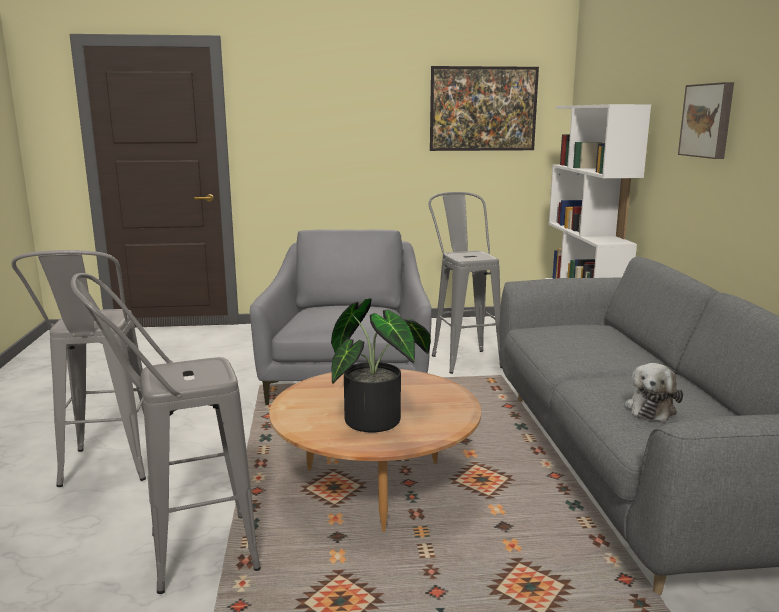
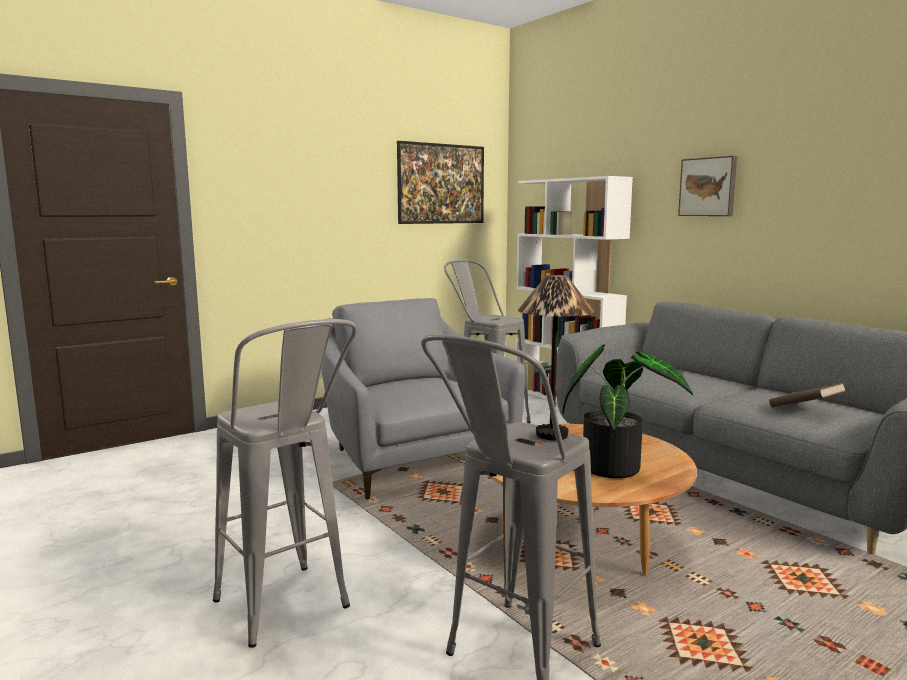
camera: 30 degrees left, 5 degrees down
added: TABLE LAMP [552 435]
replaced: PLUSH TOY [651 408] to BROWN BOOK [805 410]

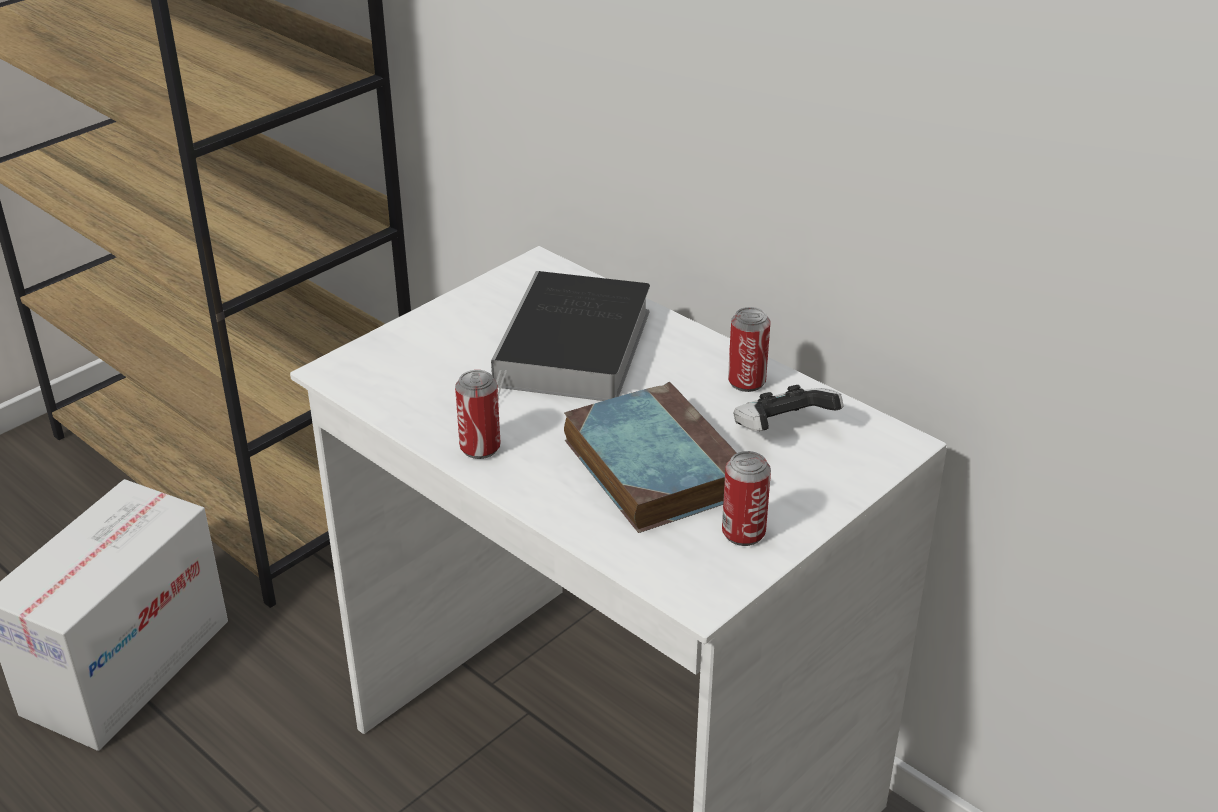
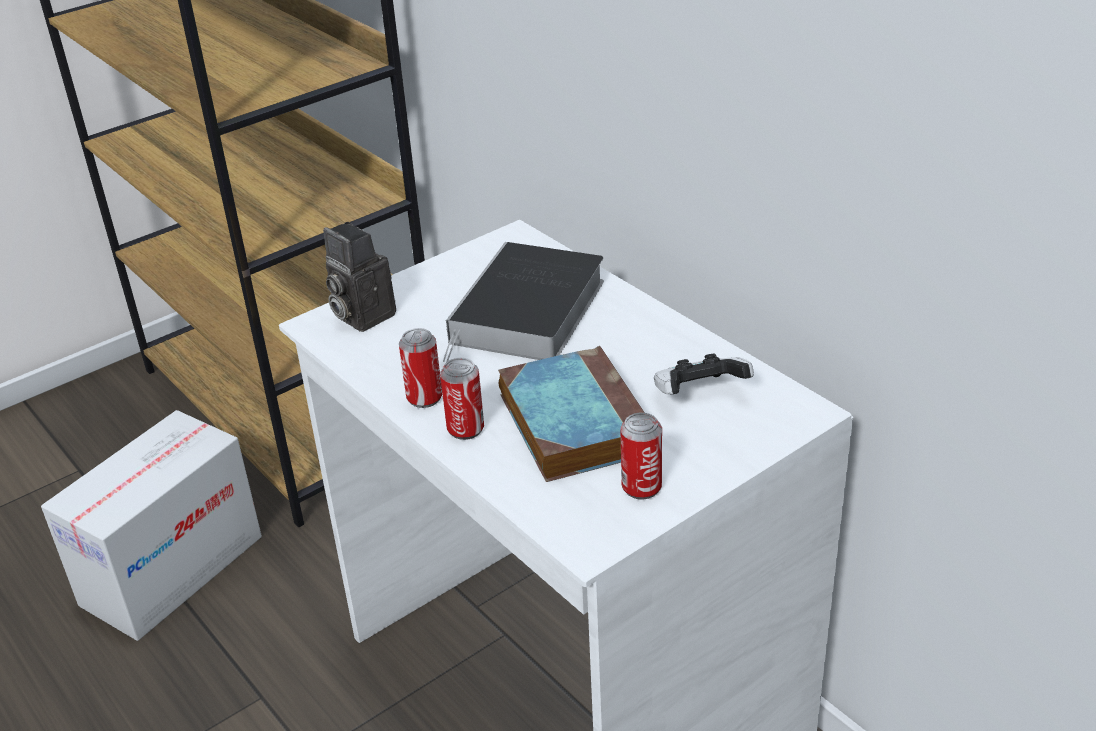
camera: 10 degrees right, 0 degrees up
added: PHOTO CAMERA [360 315]
moved: CAN [746 382] to [465 429]

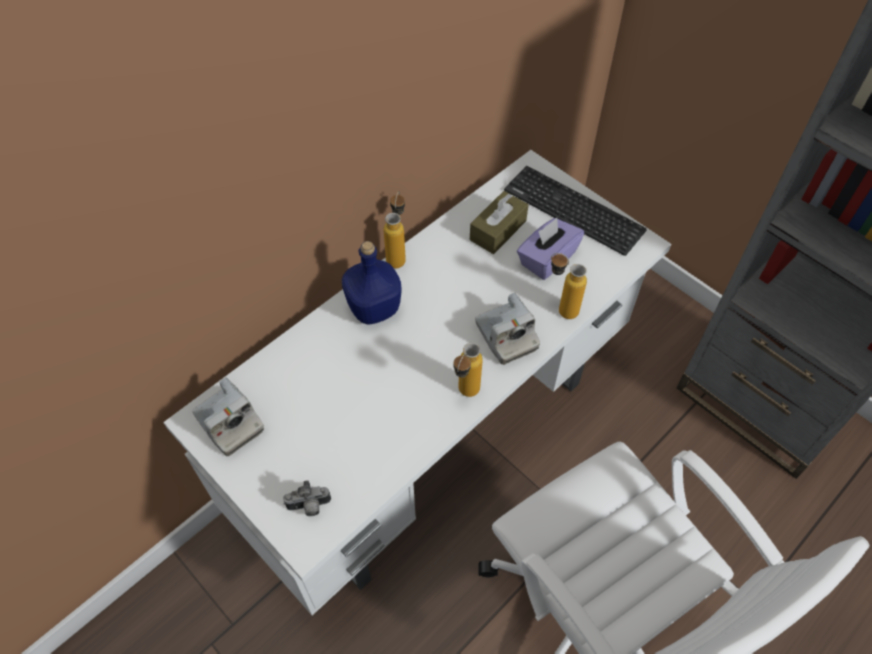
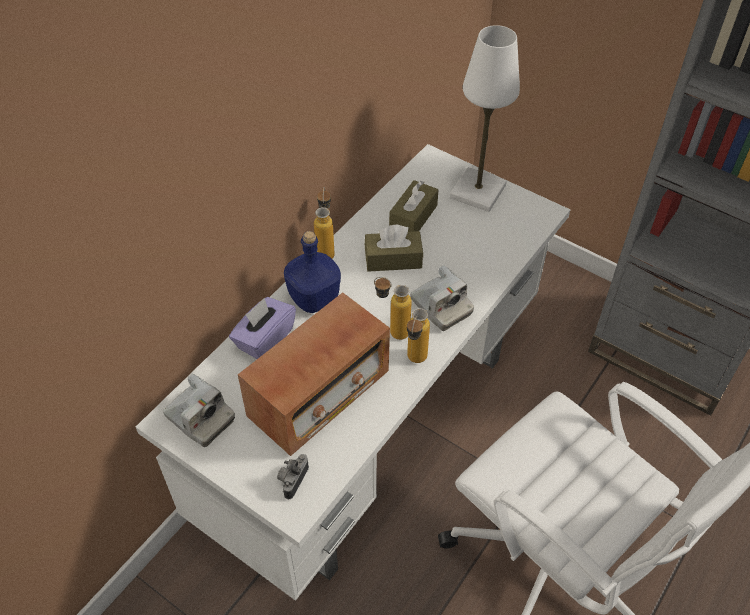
camera: 10 degrees left, 5 degrees down
added: RADIO [319 395]; BROWN TISSUE BOX [393 259]
moved: PURPLE TISSUE BOX [547 259] to [264 339]; BOTTLE [560 309] to [391 331]
replaced: KEYBOARD [573 210] to WHITE TABLE LAMP [477 191]
turned: PHOTO CAMERA [309 507] = [292 480] 135 degrees clockwise

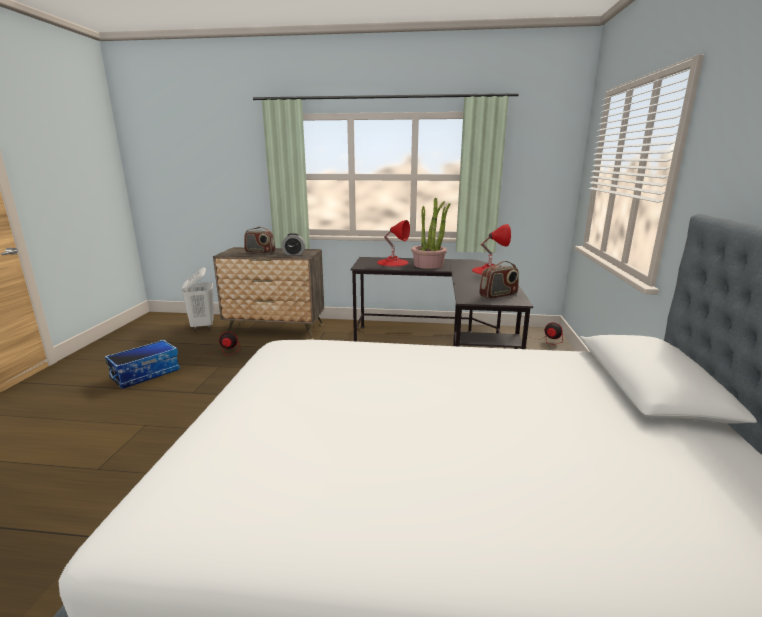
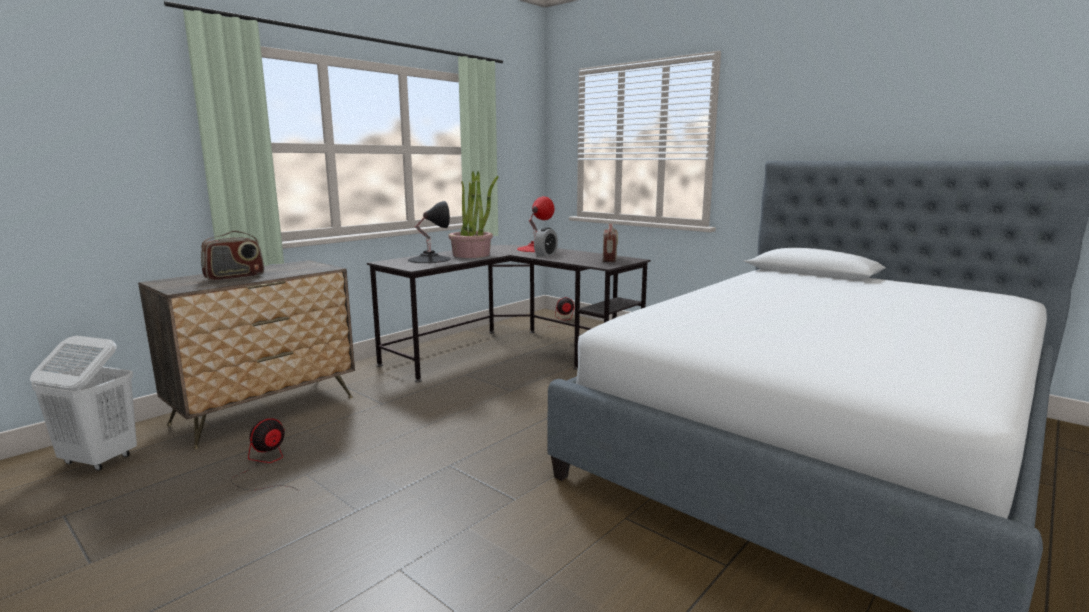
camera: 55 degrees left, 5 degrees down
removed: STORAGE BOX [146 374]
moved: ALARM CLOCK [294 254] to [546 254]
recoloured: RED TABLE LAMP [392 262] to BLACK TABLE LAMP [429 259]

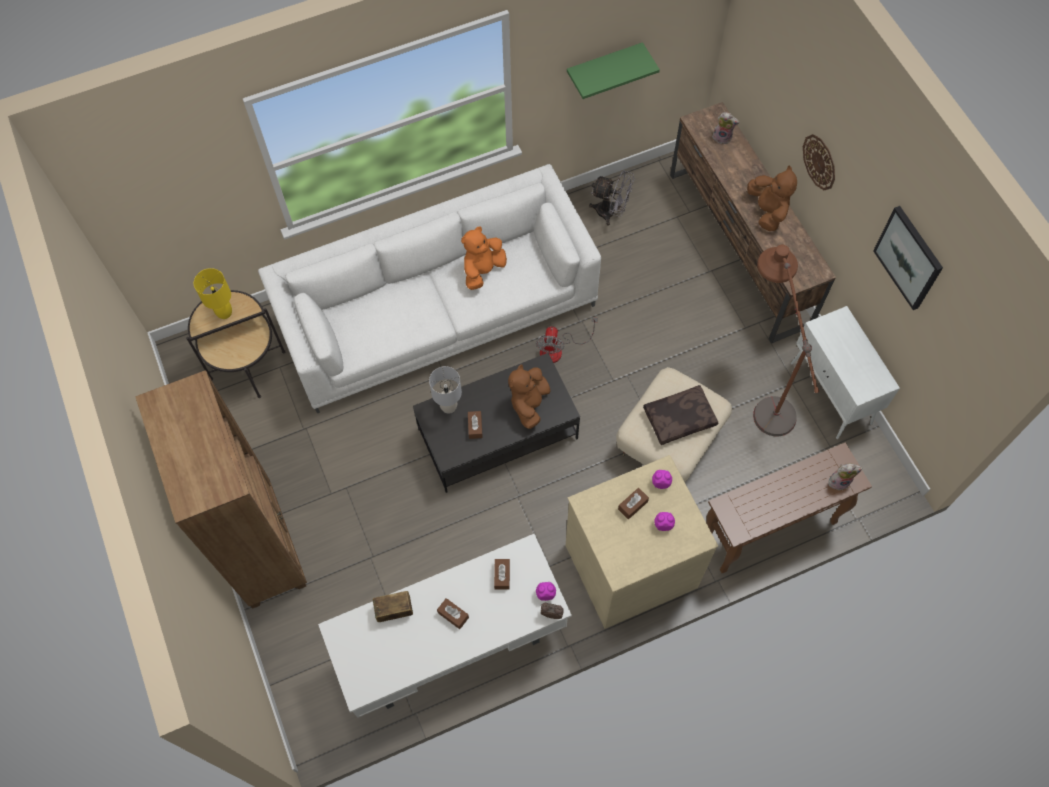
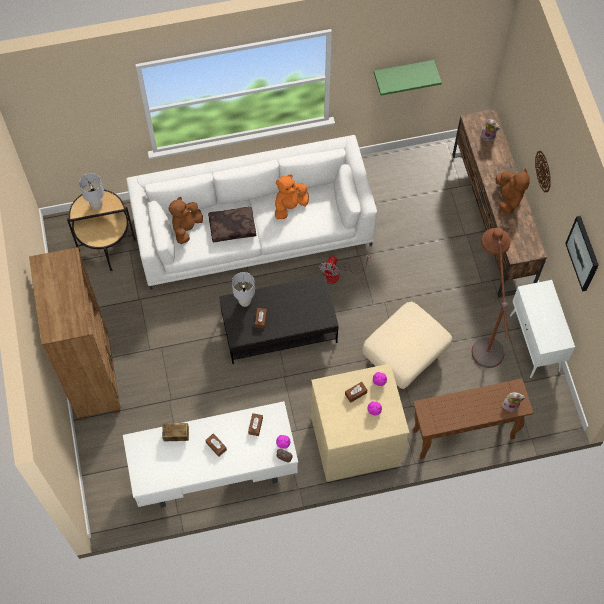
camera: 10 degrees right, 0 degrees up
removed: GREY FAN [610 212]
moved: BROWN PLUSH TOY [529 403] to [186 227]; BROWN PILLOW [679 417] to [232 226]
recoloured: YELLOW TABLE LAMP [224 313] to GREY TABLE LAMP [96 205]

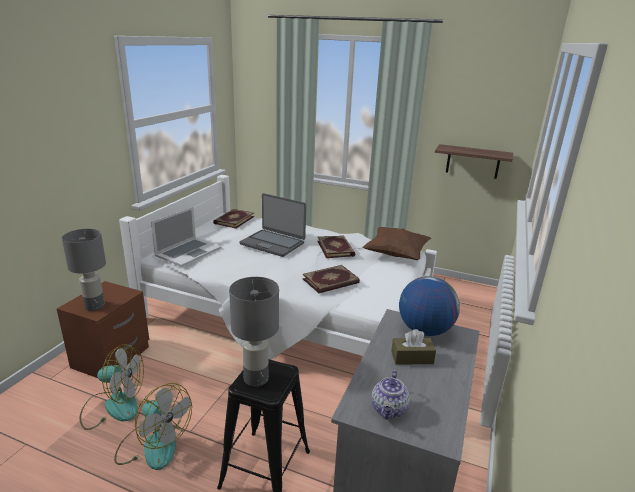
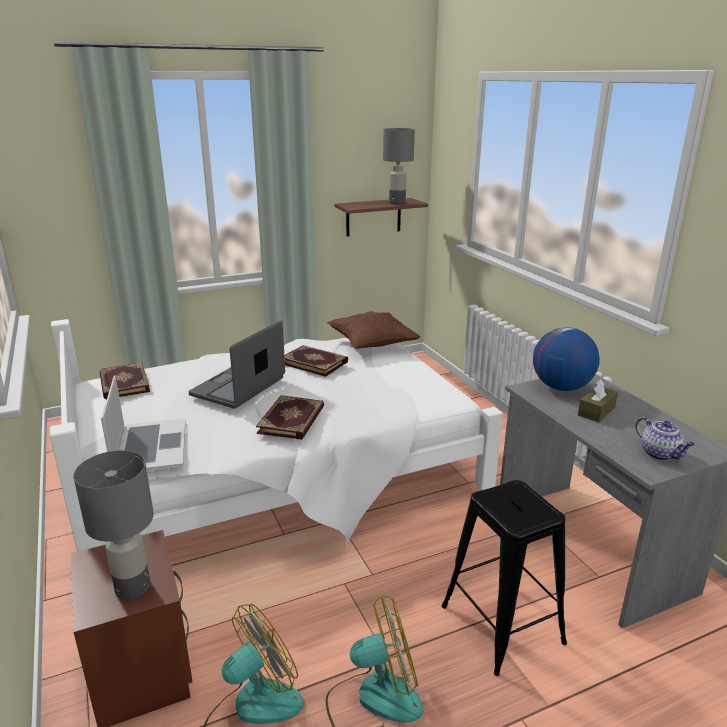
camera: 45 degrees left, 0 degrees up
moved: BOOK [331 281] to [292 420]; GREY TABLE LAMP [255 379] to [397 203]
turned: LAPTOP [273 243] = [239 387] 135 degrees clockwise

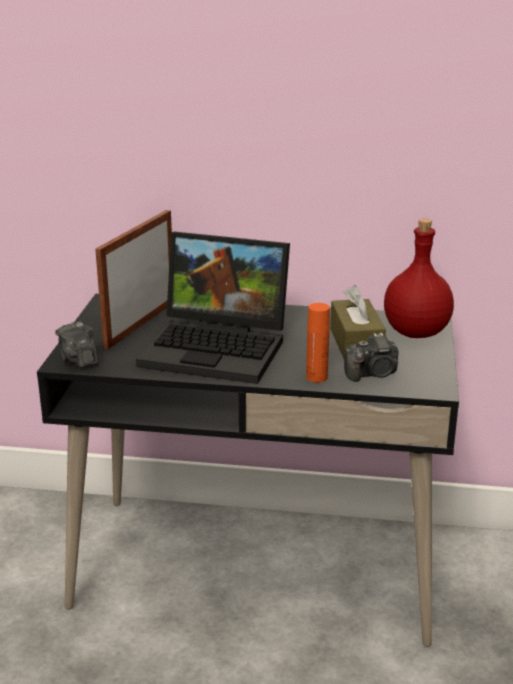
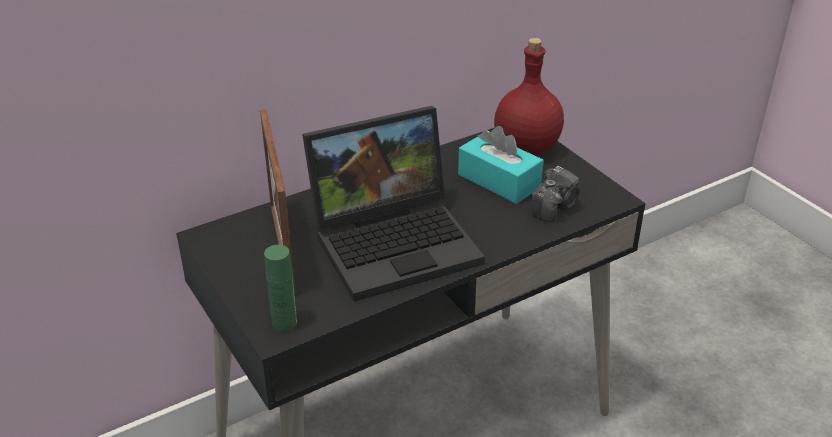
camera: 40 degrees left, 10 degrees up
removed: ORANGE BOTTLE [316 377]
replaced: PHOTO CAMERA [78 359] to GREEN BOTTLE [284 323]
recoloured: BROWN TISSUE BOX [356 343] to TURQUOISE TISSUE BOX [499 181]

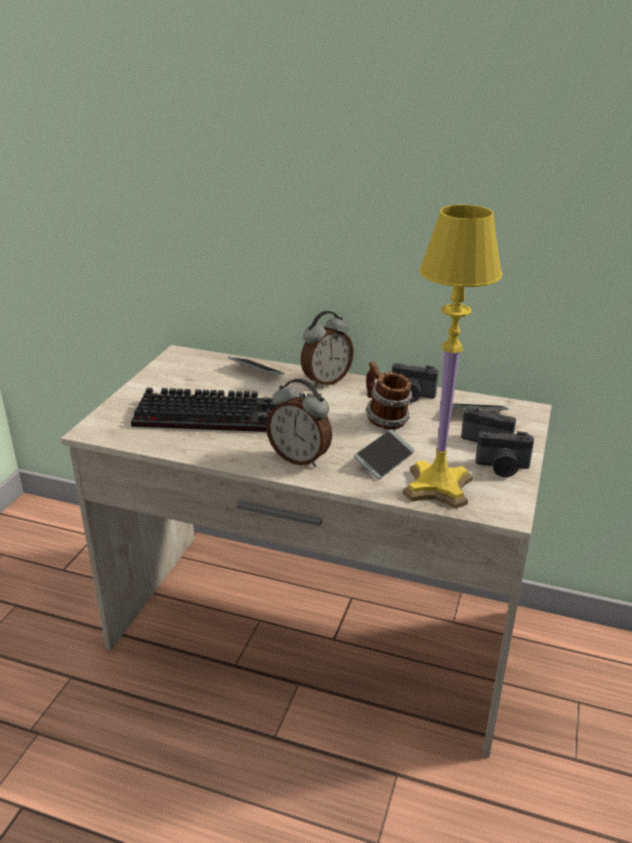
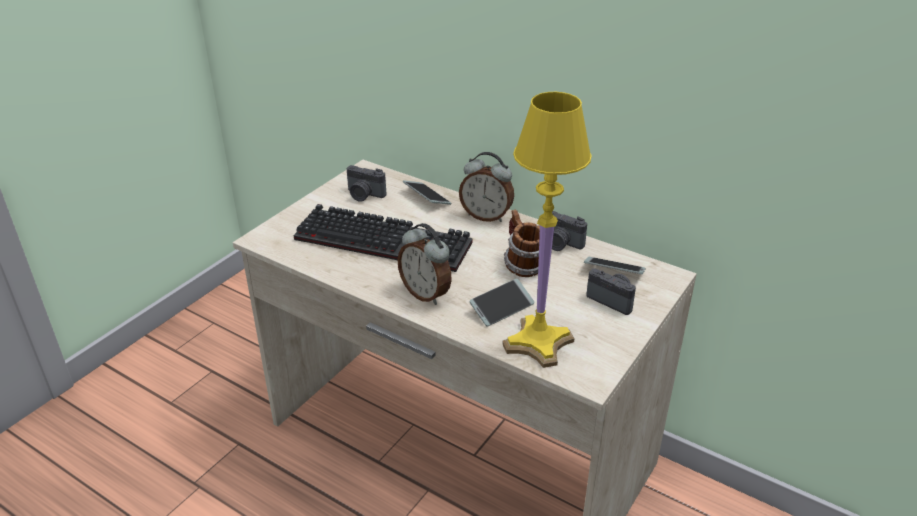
camera: 15 degrees right, 5 degrees up
moved: PHOTO CAMERA [502 468] to [364 195]
turned: ALARM CLOCK [325 380] = [486 216] 45 degrees clockwise

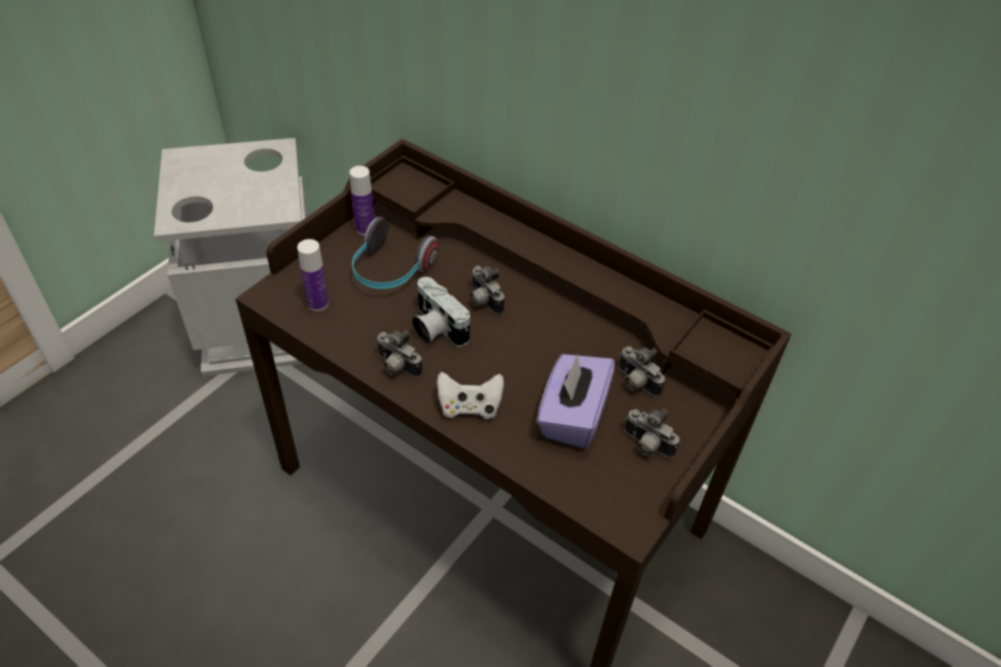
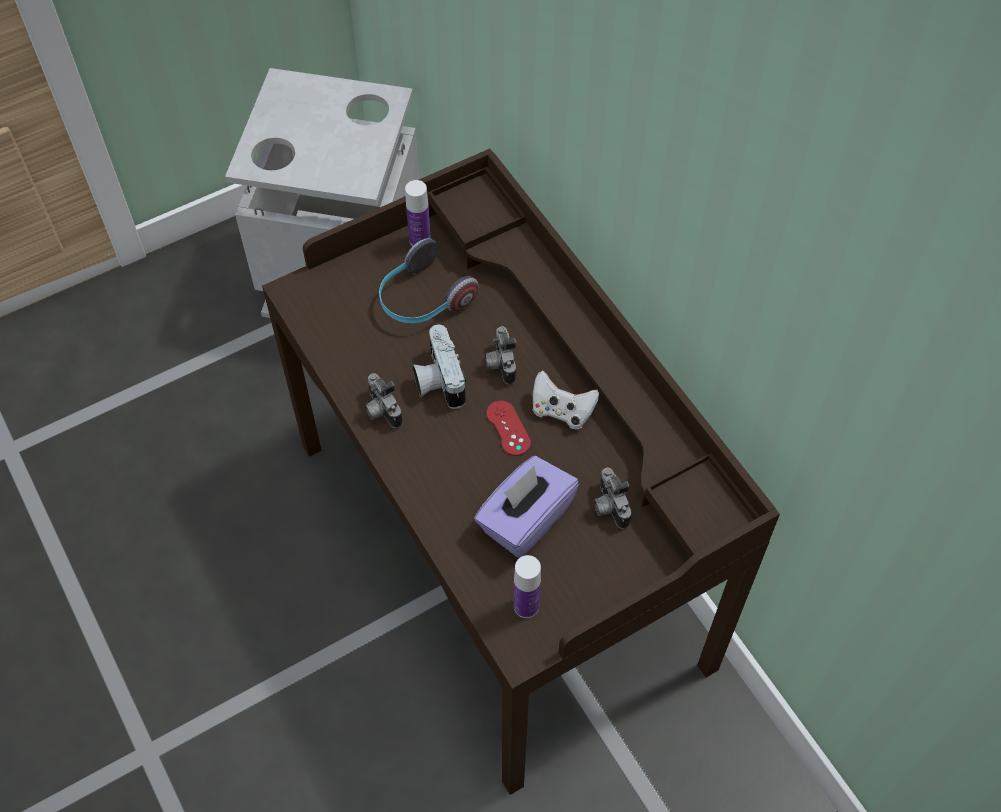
camera: 25 degrees right, 10 degrees up
removed: PHOTO CAMERA [646 446]
added: RED GAME CONTROLLER [508 428]
moved: BOTTLE [318 303] to [526 606]; WHITE GAME CONTROLLER [469 407] to [562 411]

